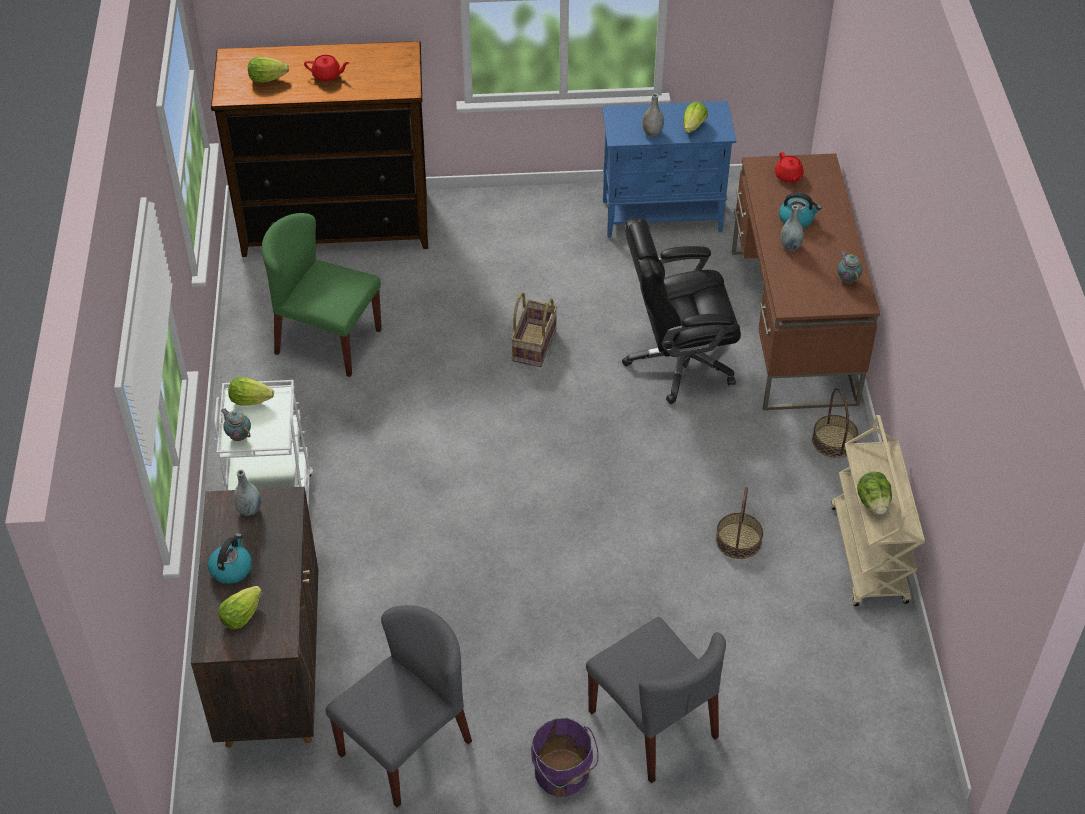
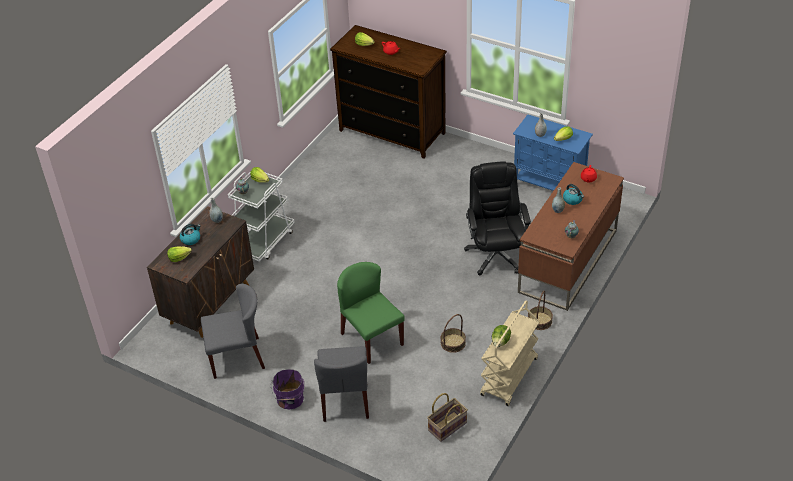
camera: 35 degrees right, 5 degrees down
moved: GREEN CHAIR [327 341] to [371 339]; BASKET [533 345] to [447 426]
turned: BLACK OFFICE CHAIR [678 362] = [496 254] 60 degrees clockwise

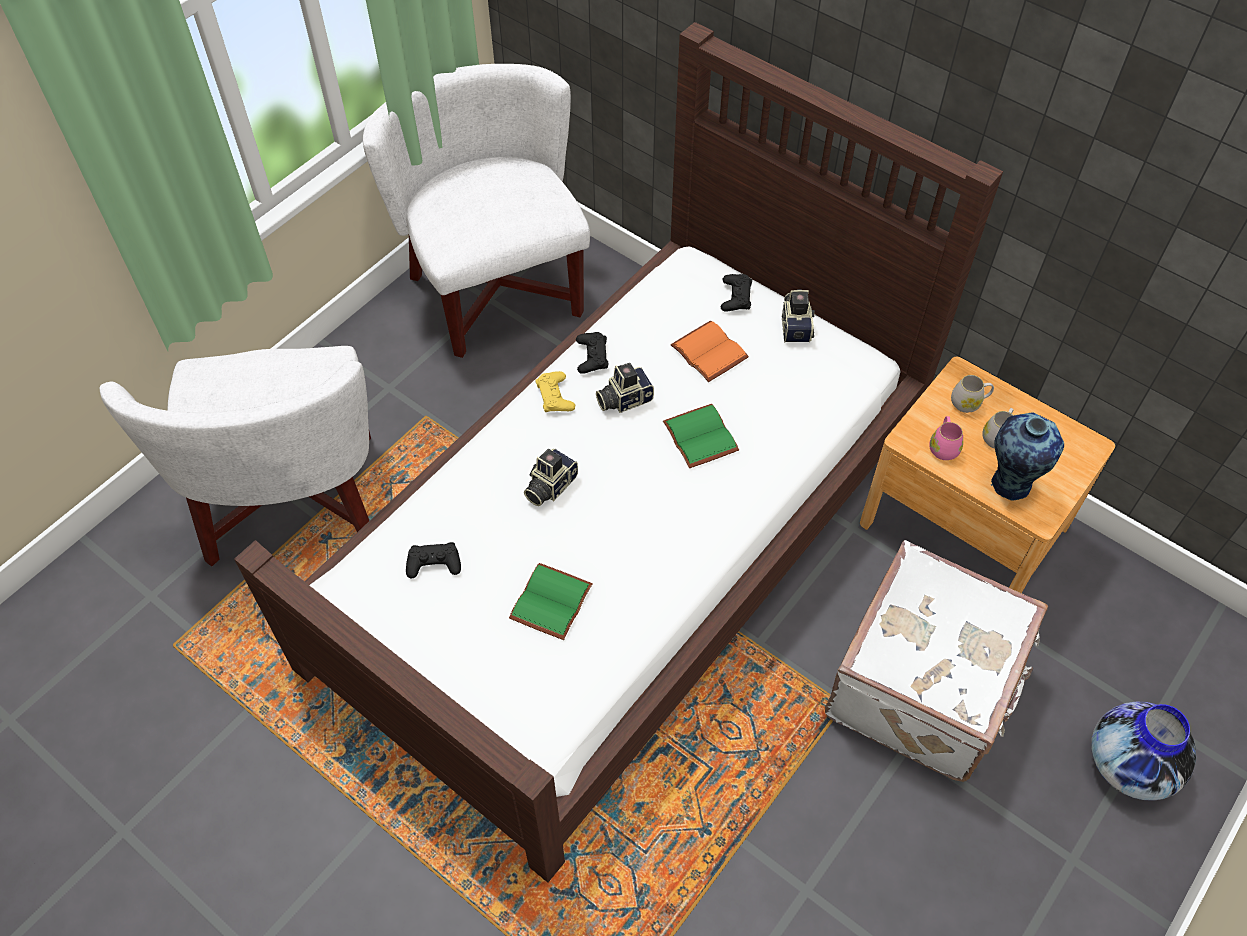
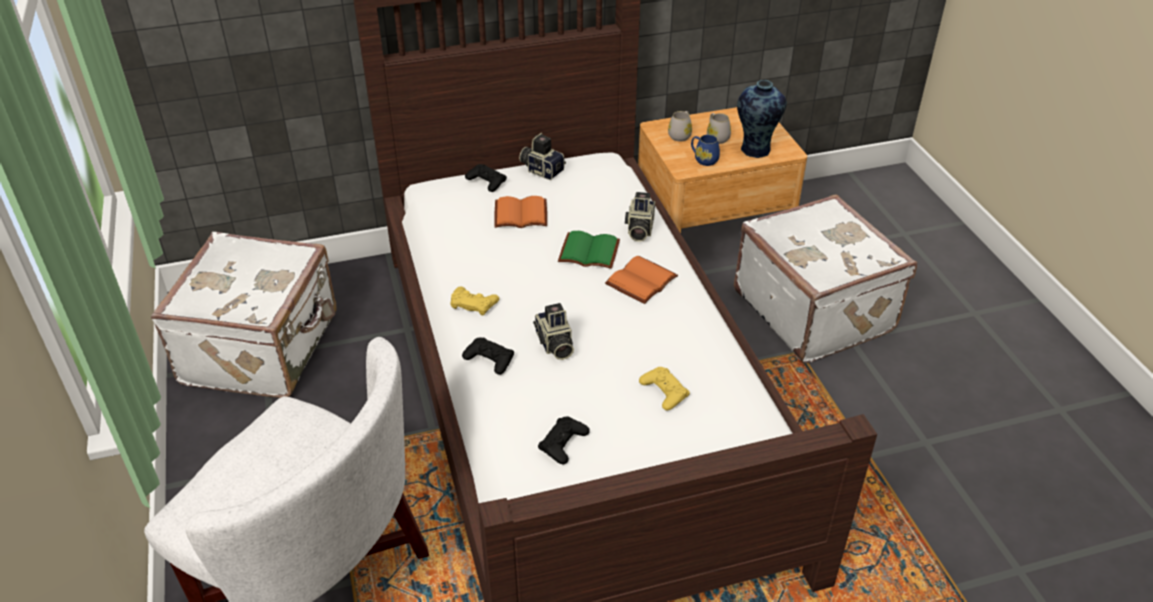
camera: 55 degrees left, 15 degrees down
removed: VASE [1130 764]
added: ORANGE BOOK [642 282]
moved: BLACK GAME CONTROLLER [592 356] to [489 359]; PHOTO CAMERA [623 399] to [639 229]
replaced: WHITE ARMCHAIR [498 292] to WHITE SUITCASE [264 348]; GREEN BOOK [552 604] to YELLOW GAME CONTROLLER [664 392]
recoloured: PINK MUG [943 446] to BLUE MUG [703 159]

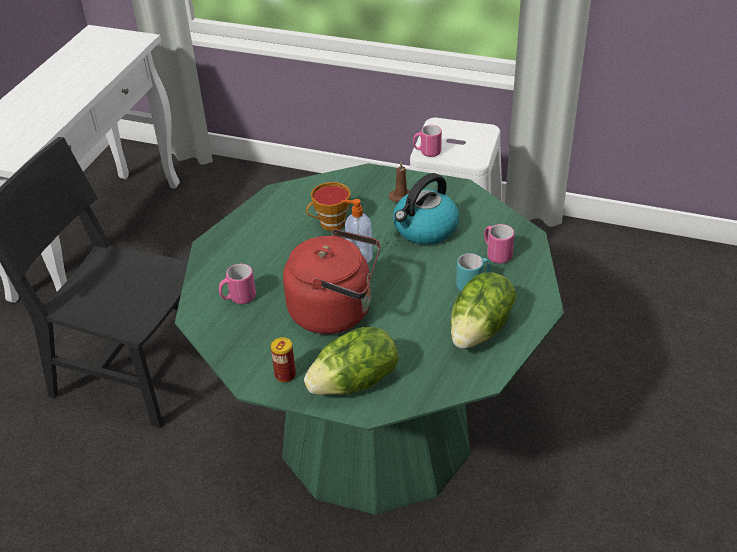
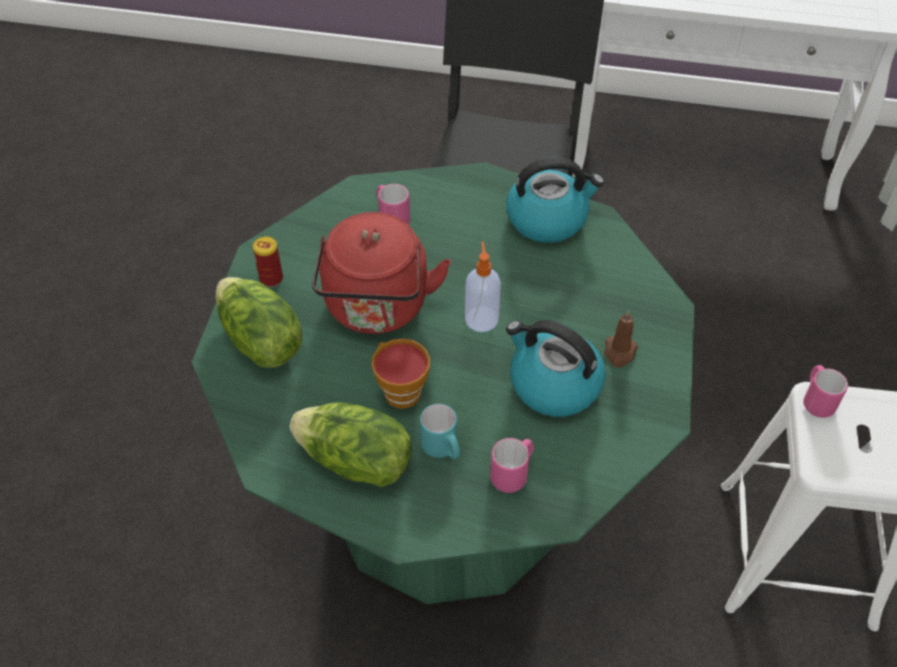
camera: 80 degrees right, 10 degrees up
added: KETTLE [548 218]
moved: CUP [329 224] to [399 390]

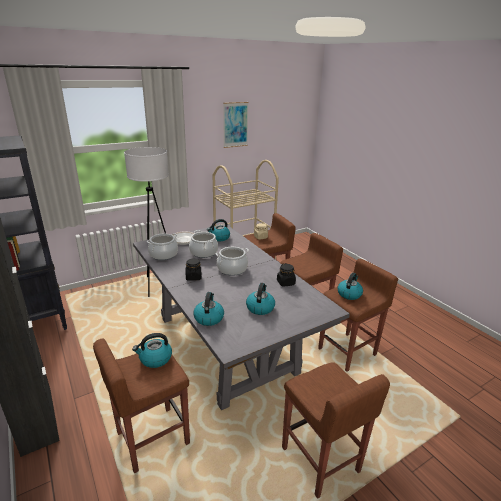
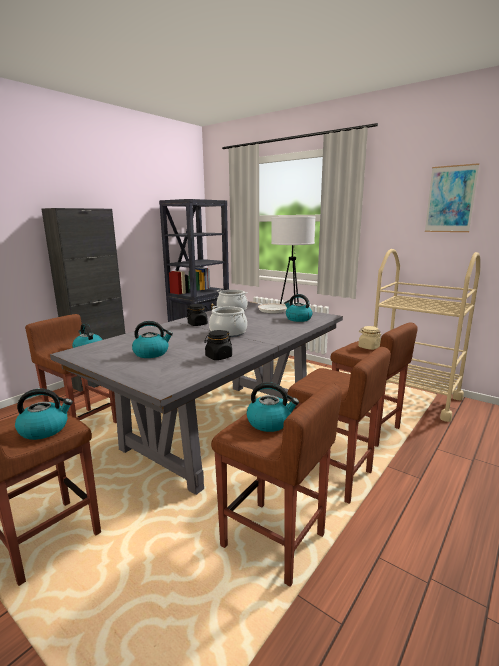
camera: 70 degrees right, 10 degrees down
removed: COOKING POT [203 252]
moved: KETTLE [209 318] to [45 429]

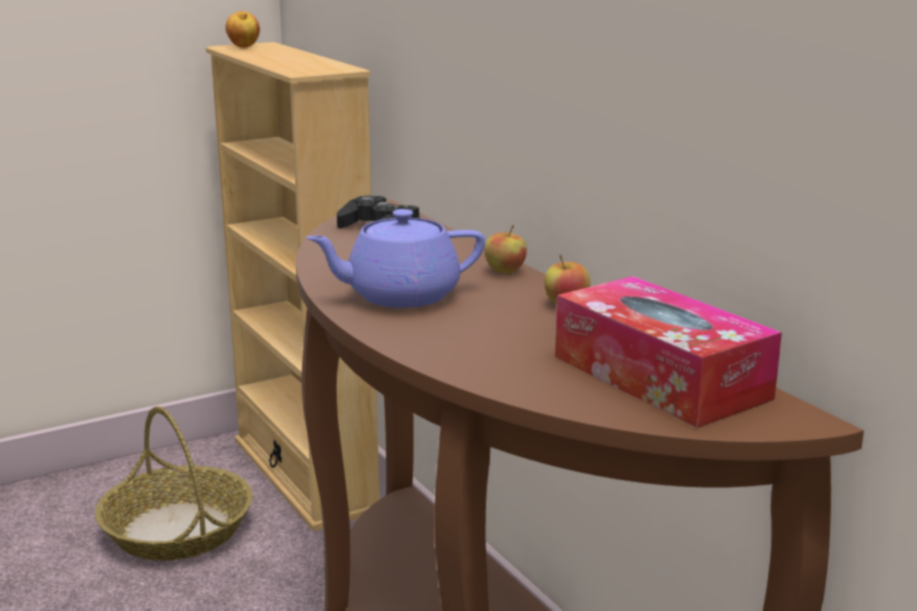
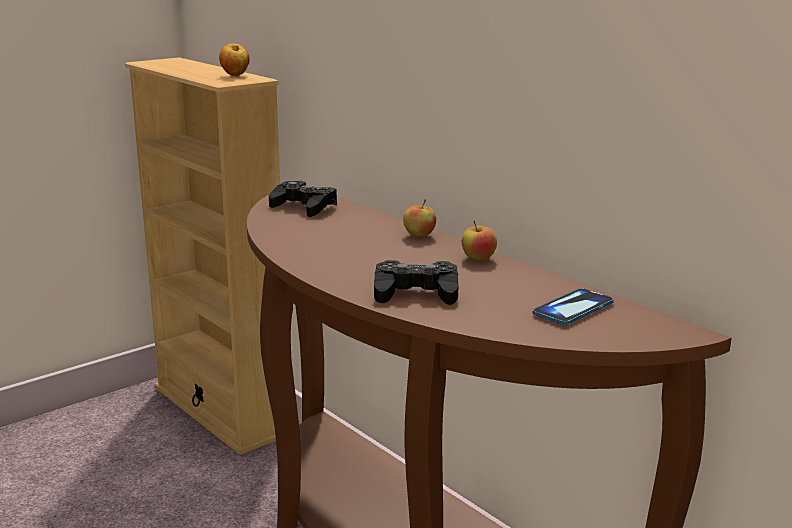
camera: 10 degrees left, 0 degrees up
removed: BASKET [178 530]; PURPLE TEAPOT [400 296]
added: BLACK GAME CONTROLLER [416 293]
moved: APPLE [243 47] to [235 75]
replaced: TISSUE BOX [660 377] to PHONE [573 309]

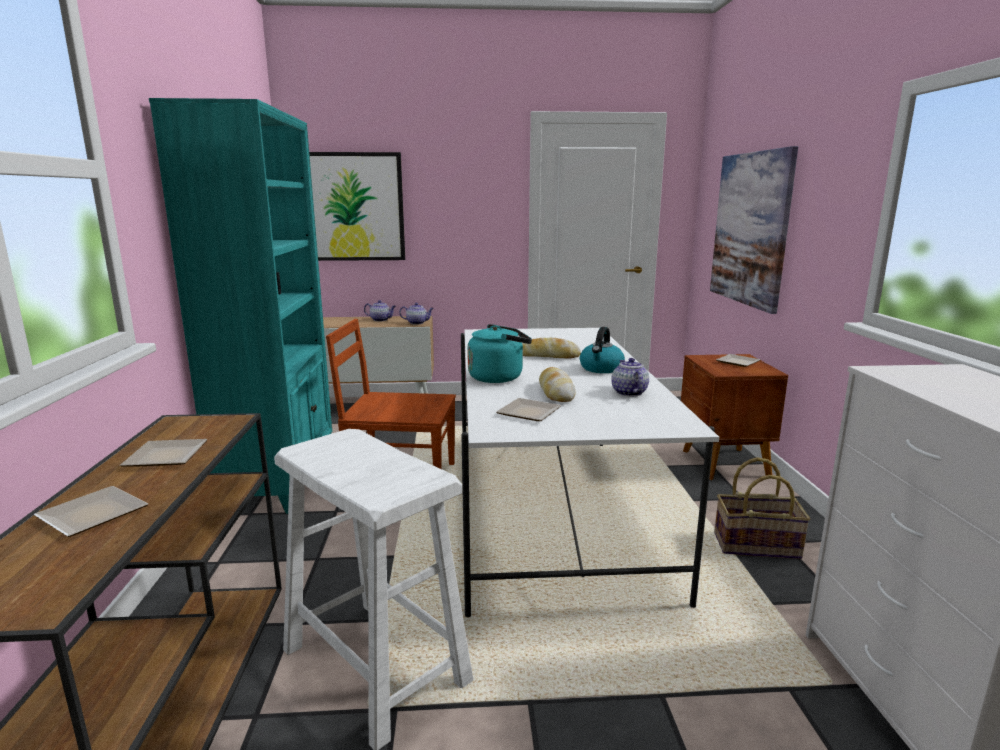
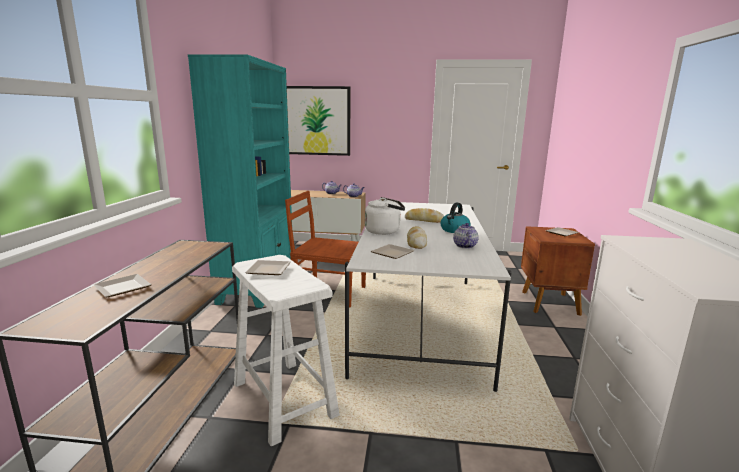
camera: 10 degrees right, 0 degrees up
removed: PICTURE [750 229]; BASKET [756 545]
moved: PLATE [168 457] to [269 270]
recoloured: TURQUOISE KETTLE [499 377] to WHITE KETTLE [384 231]

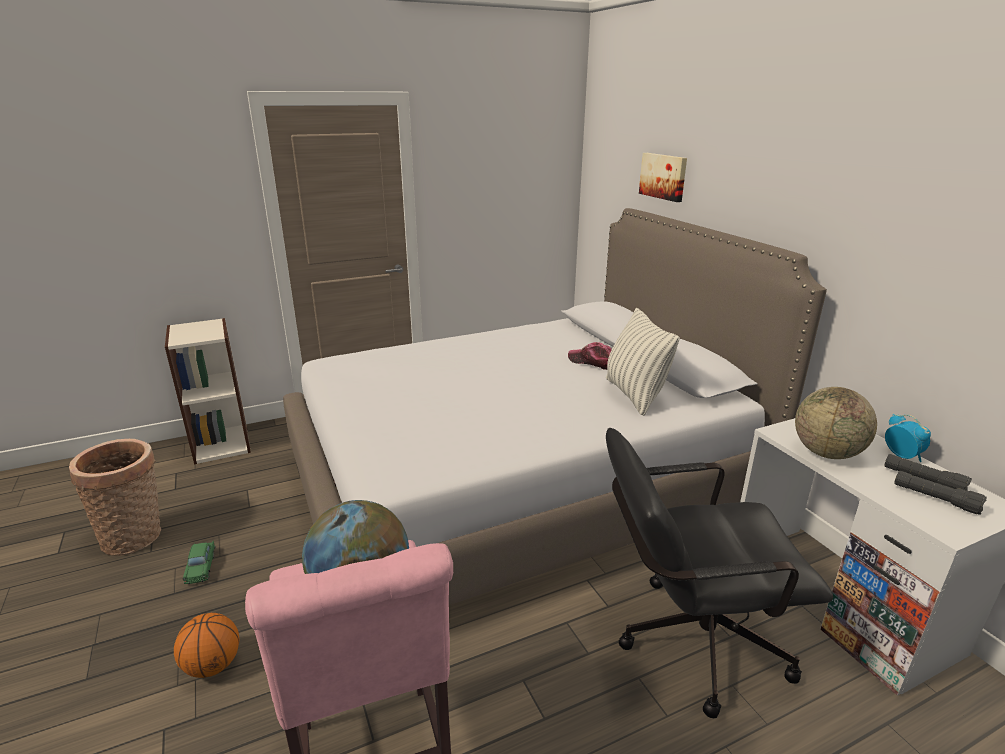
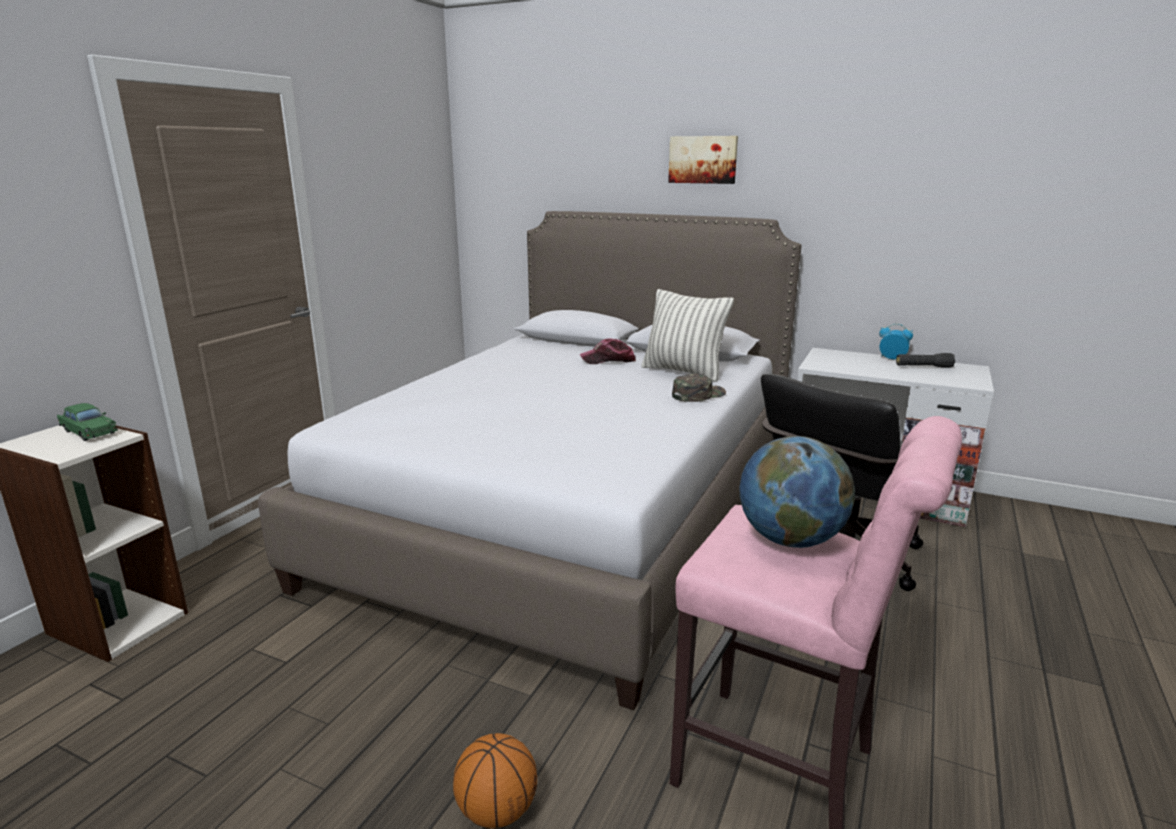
camera: 40 degrees left, 5 degrees down
removed: BASKET [136 536]; GLOBE [826 453]; BLACK FLASHLIGHT [935 499]
added: GREEN CAP [698 395]
moved: GREEN TOY CAR [201 567] to [89 431]; PICTURE [664 176] to [703 159]

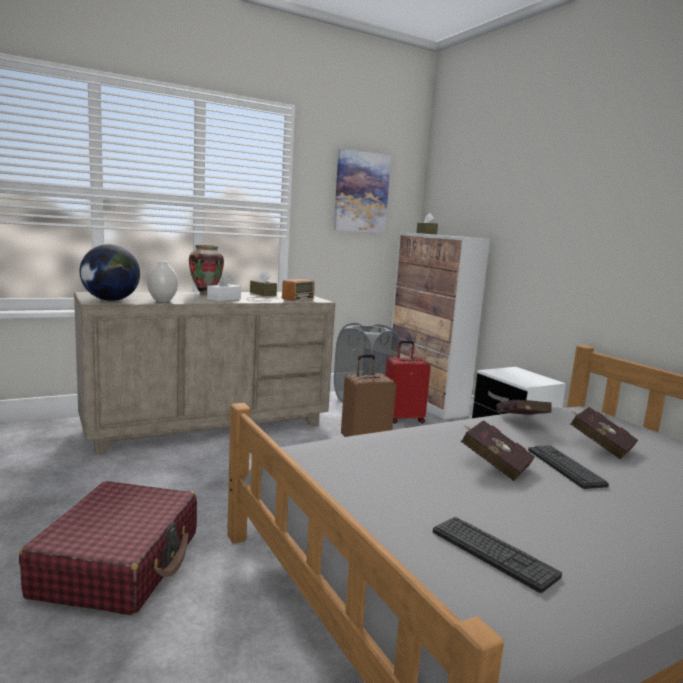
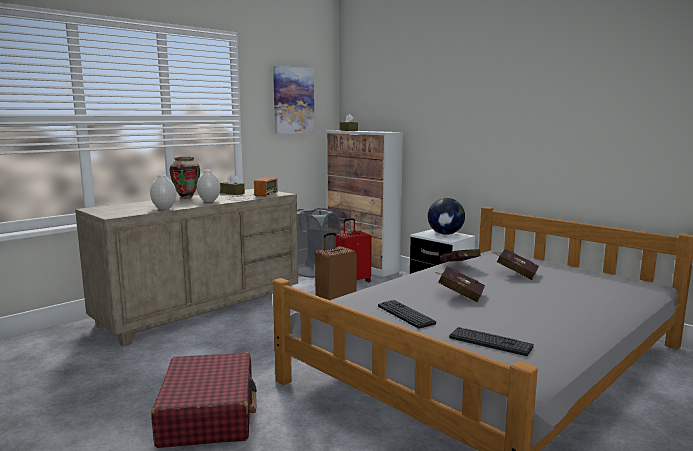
camera: 15 degrees left, 0 degrees up
moved: KEYBOARD [565 467] to [405 314]; GLOBE [111 300] to [445 234]
replaced: WHITE TISSUE BOX [224 299] to WHITE VASE [209 201]

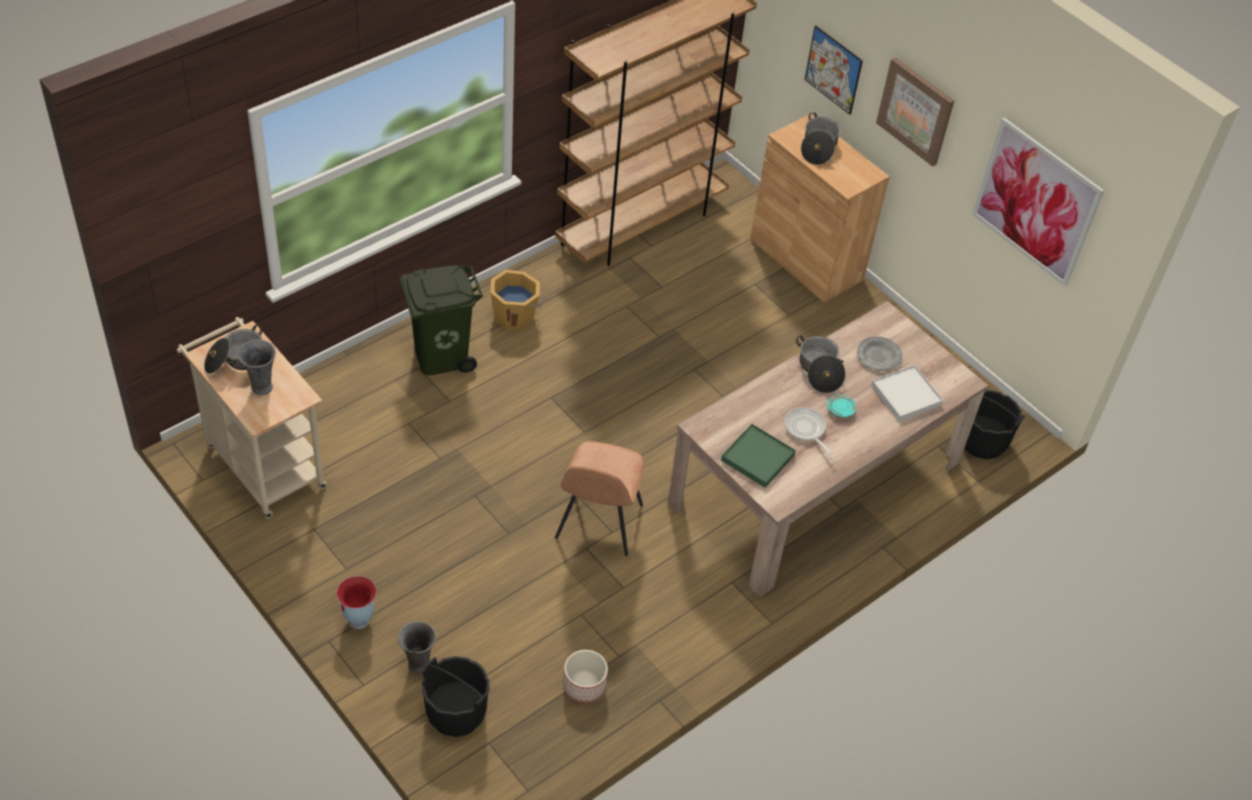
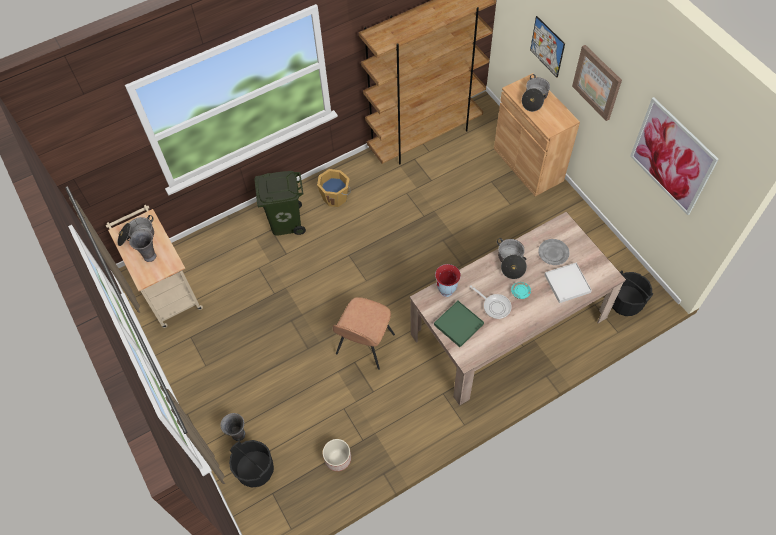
camera: 15 degrees right, 10 degrees up
moved: VASE [359 620] to [446 291]
turned: FRYING PAN [806 430] = [494 306] 150 degrees clockwise

